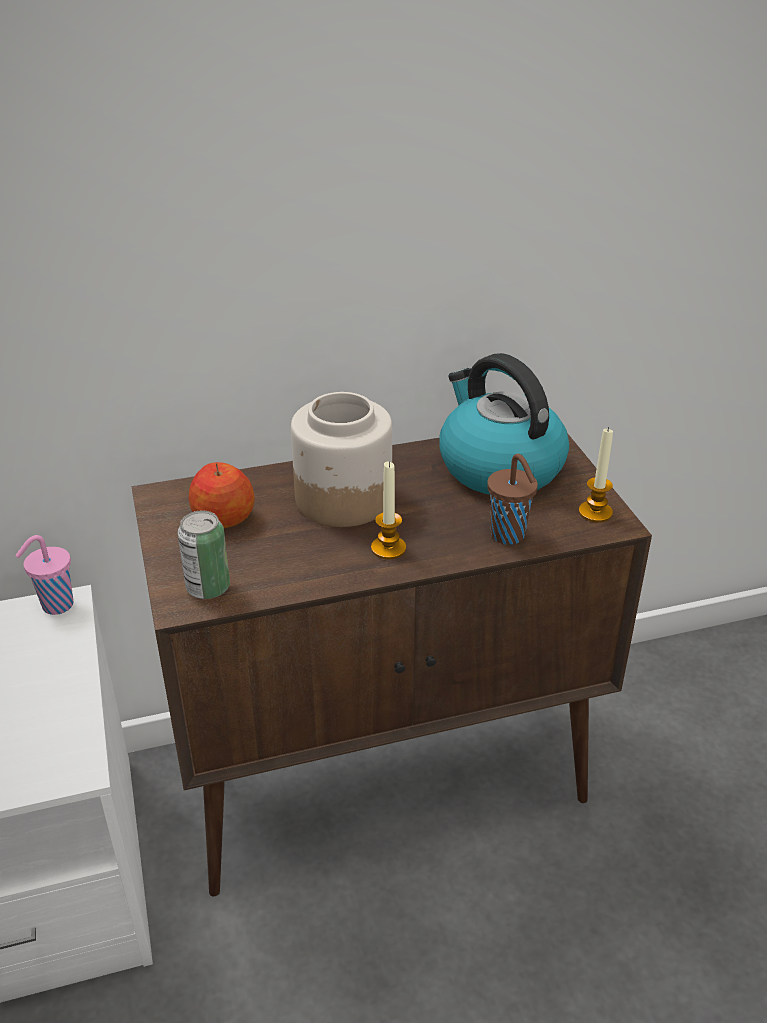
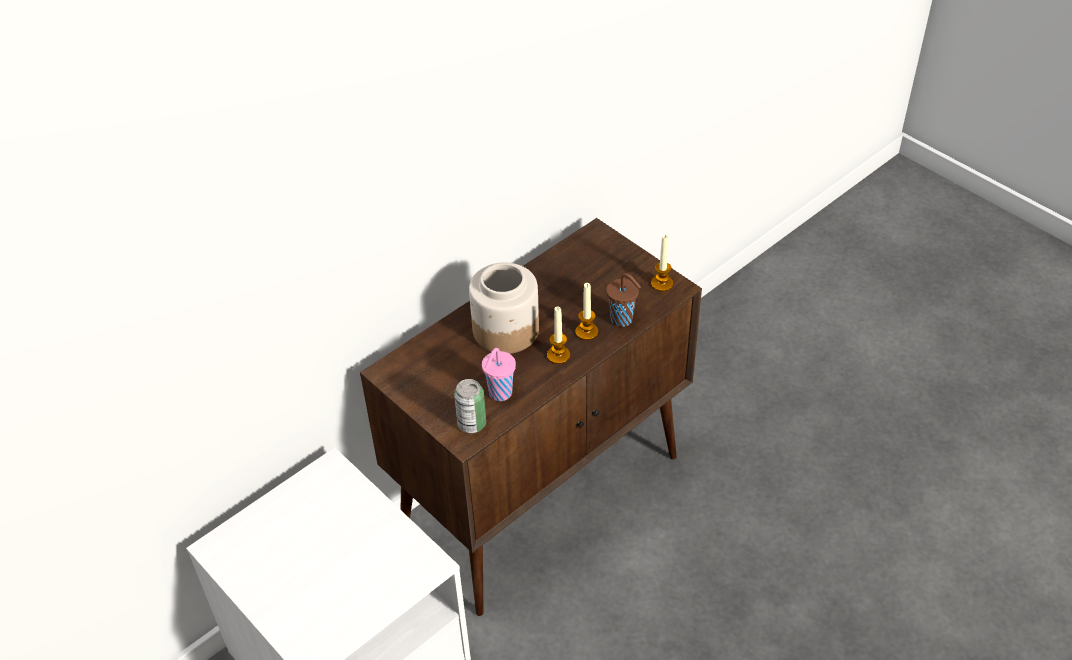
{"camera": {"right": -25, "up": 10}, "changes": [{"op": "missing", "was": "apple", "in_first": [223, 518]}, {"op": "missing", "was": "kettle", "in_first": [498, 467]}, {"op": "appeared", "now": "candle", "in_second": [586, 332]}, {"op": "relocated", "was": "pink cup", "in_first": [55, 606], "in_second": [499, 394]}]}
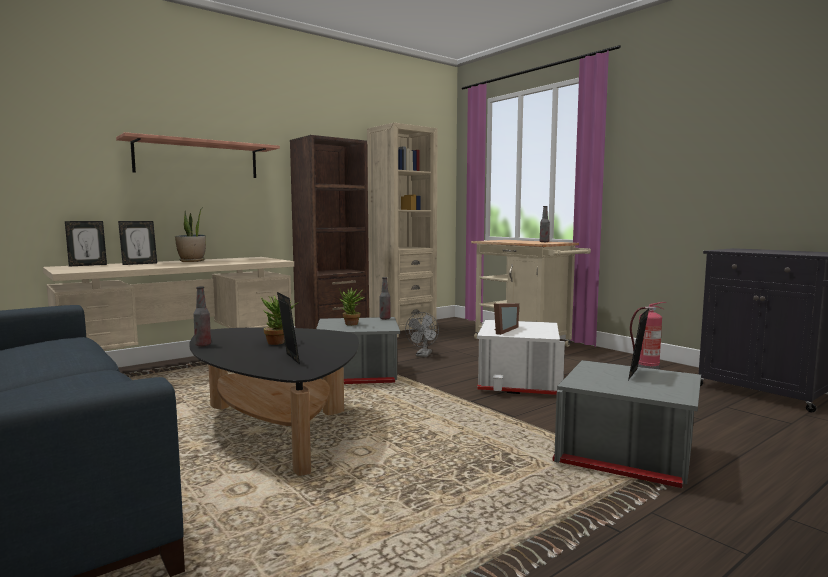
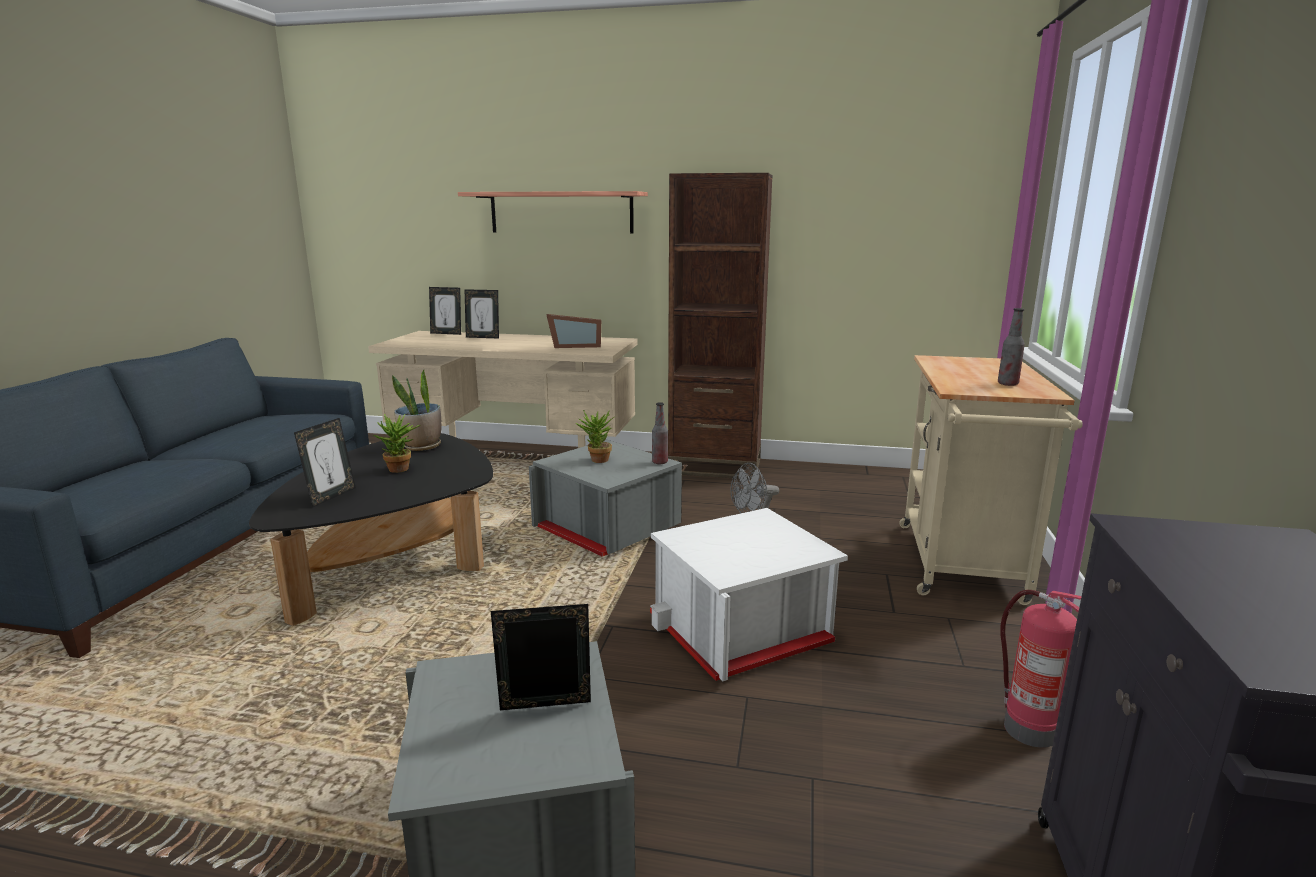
{"camera": {"right": 50, "up": 10}, "changes": [{"op": "missing", "was": "bottle", "in_first": [203, 345]}, {"op": "missing", "was": "beige bookcase", "in_first": [402, 330]}, {"op": "relocated", "was": "potted plant", "in_first": [192, 261], "in_second": [421, 446]}, {"op": "relocated", "was": "picture frame", "in_first": [502, 330], "in_second": [575, 346]}]}
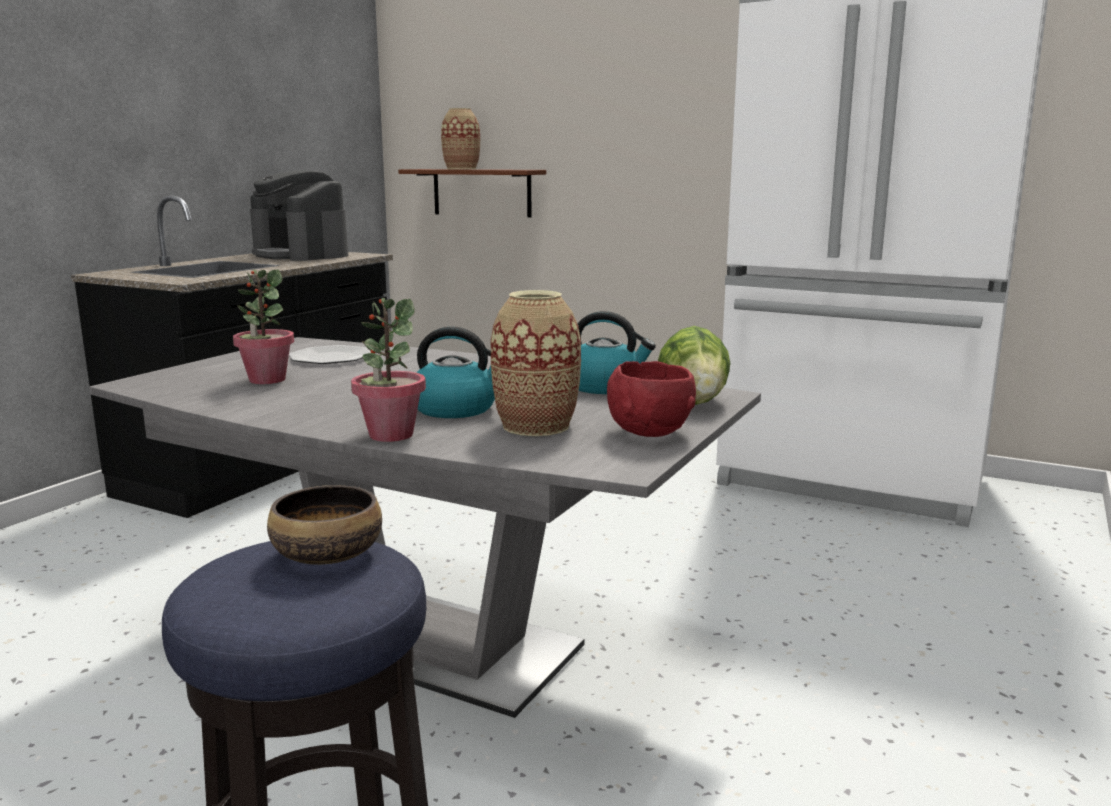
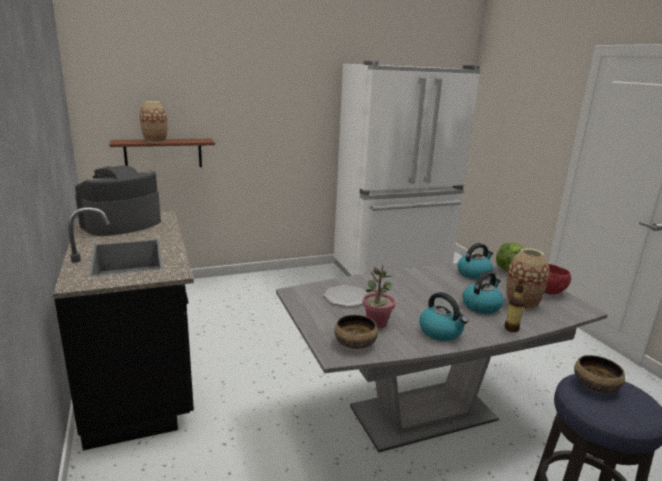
{"camera": {"right": -50, "up": 5}, "changes": [{"op": "appeared", "now": "bowl", "in_second": [355, 343]}, {"op": "appeared", "now": "kettle", "in_second": [441, 332]}, {"op": "exchanged", "was": "potted plant", "now": "bottle", "in_first": [390, 435], "in_second": [511, 329]}, {"op": "spun", "was": "coffee machine", "in_first": [301, 255], "in_second": [121, 224], "clockwise": 135}]}
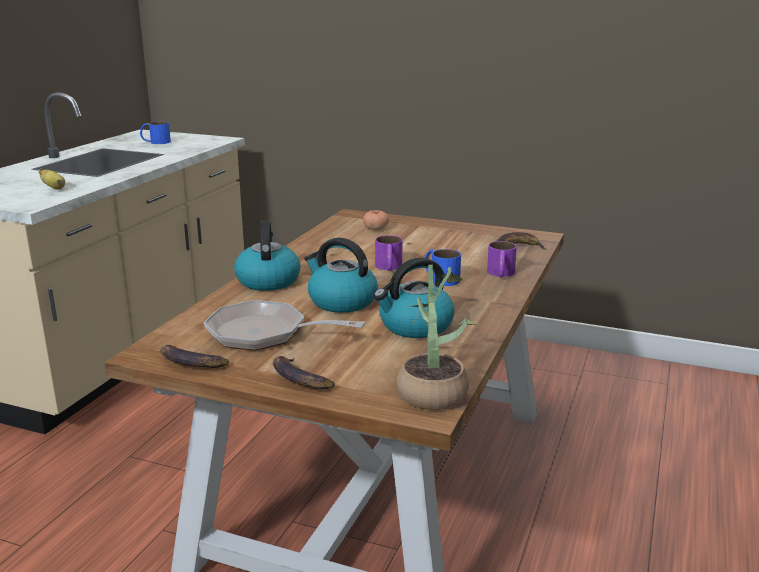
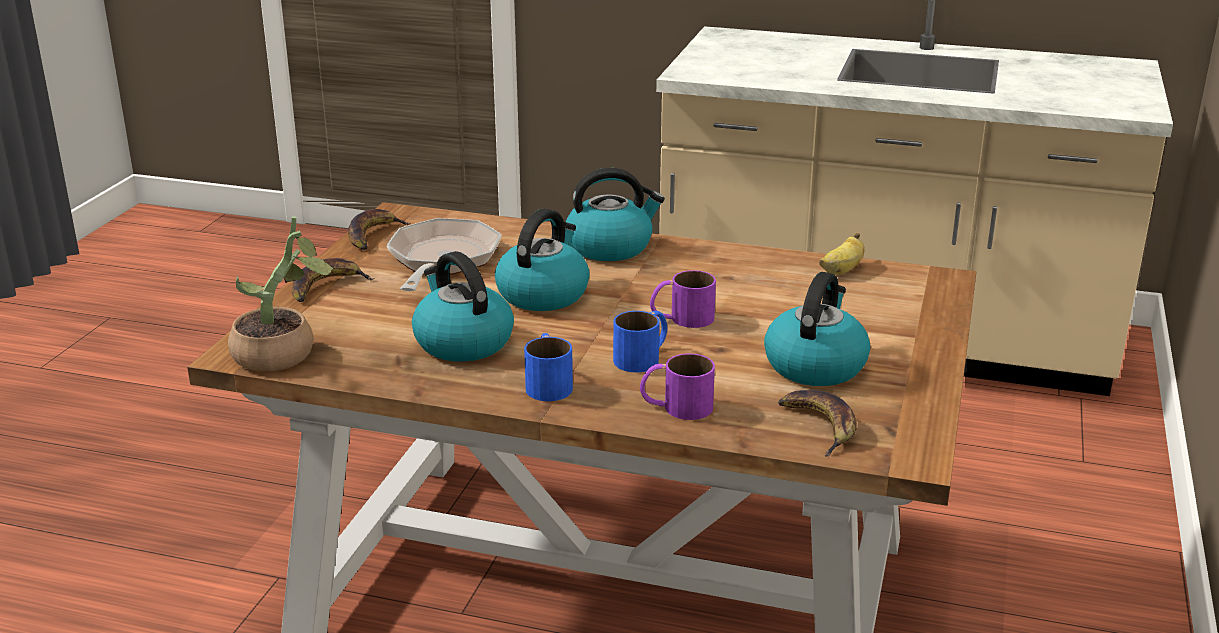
{"camera": {"right": 85, "up": 5}, "changes": [{"op": "missing", "was": "tomato", "in_first": [375, 228]}, {"op": "appeared", "now": "kettle", "in_second": [815, 365]}, {"op": "relocated", "was": "banana", "in_first": [55, 188], "in_second": [842, 270]}, {"op": "relocated", "was": "blue mug", "in_first": [155, 142], "in_second": [548, 383]}]}
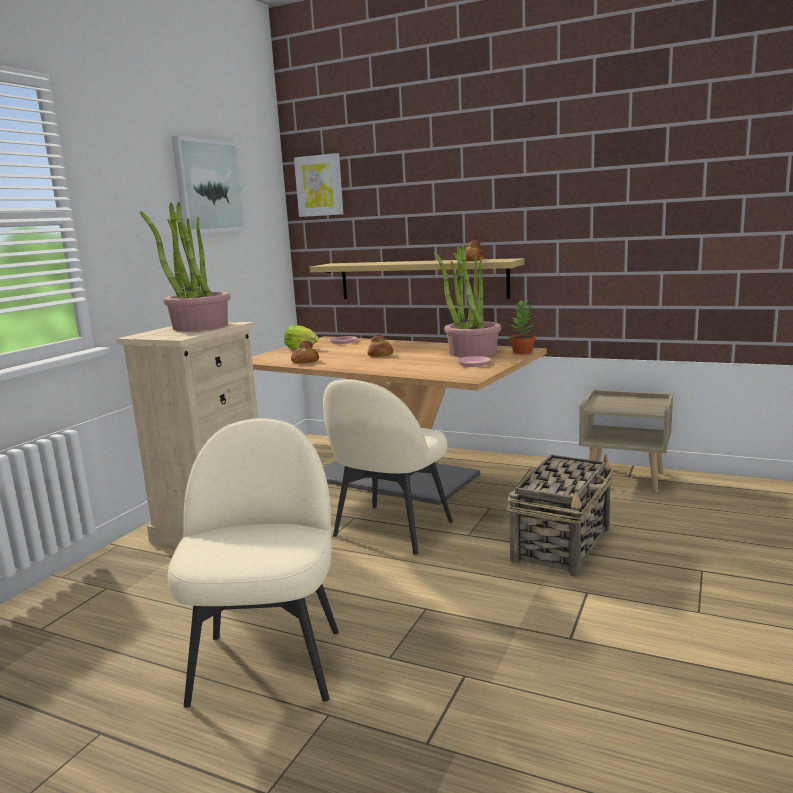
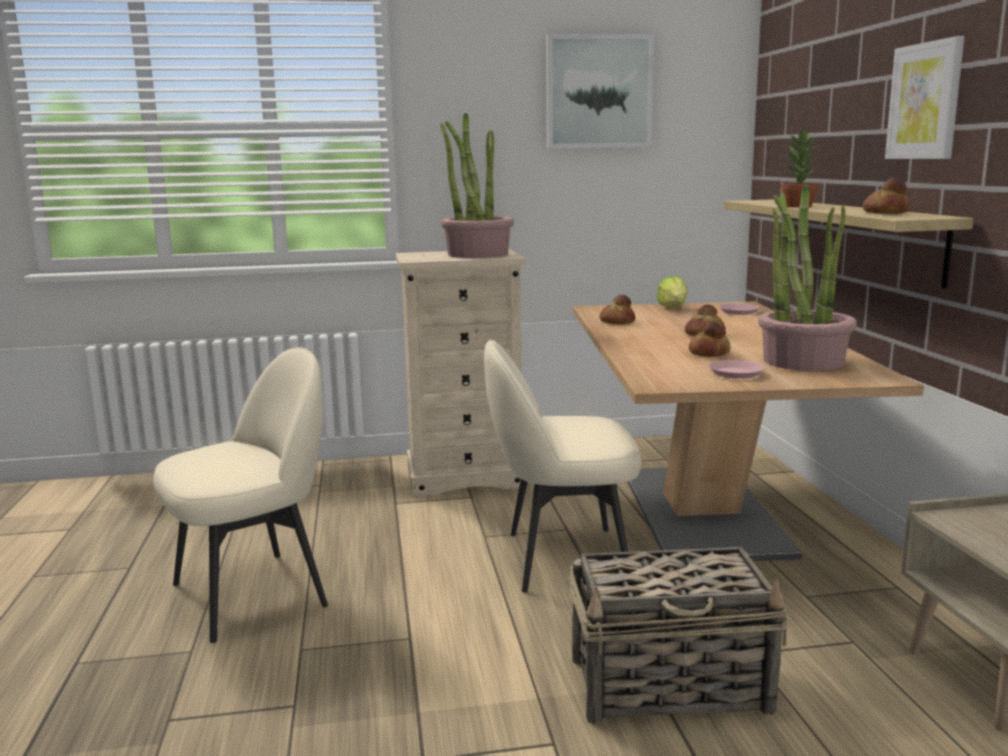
{"camera": {"right": 55, "up": 0}, "changes": [{"op": "appeared", "now": "bread", "in_second": [708, 353]}, {"op": "relocated", "was": "picture", "in_first": [319, 185], "in_second": [925, 101]}, {"op": "relocated", "was": "potted plant", "in_first": [522, 352], "in_second": [797, 206]}]}
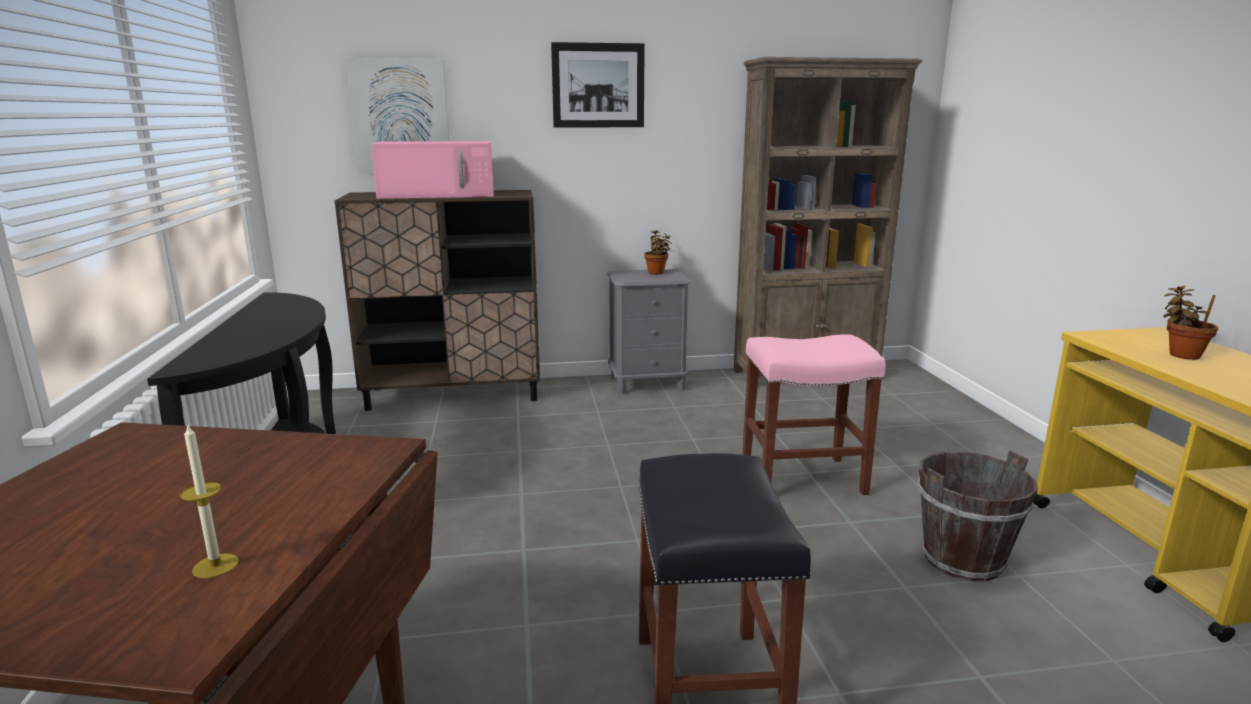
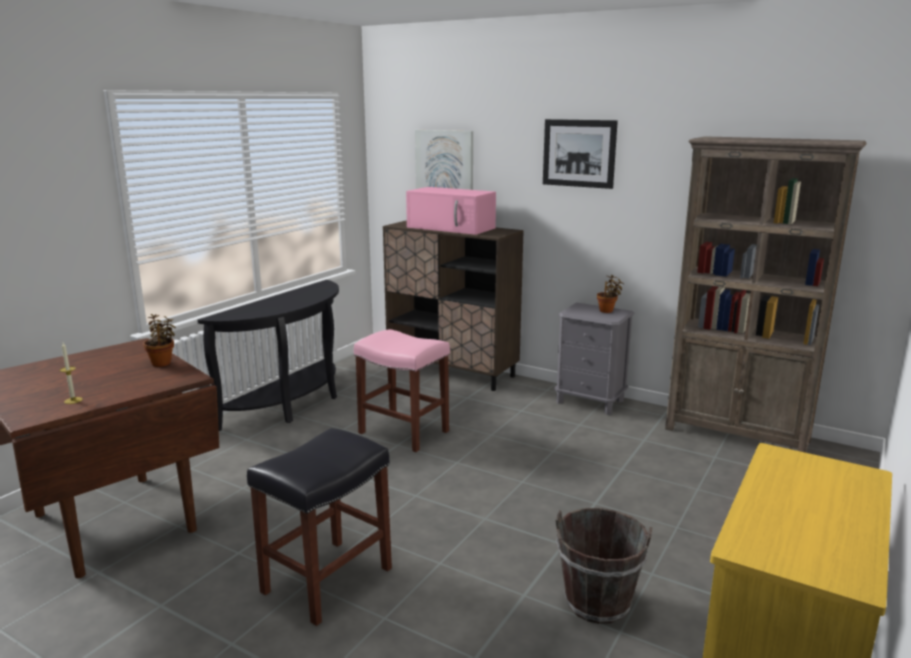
{"camera": {"right": 40, "up": 0}, "changes": [{"op": "relocated", "was": "pink stool", "in_first": [804, 477], "in_second": [405, 432]}, {"op": "relocated", "was": "potted plant", "in_first": [1180, 354], "in_second": [162, 363]}]}
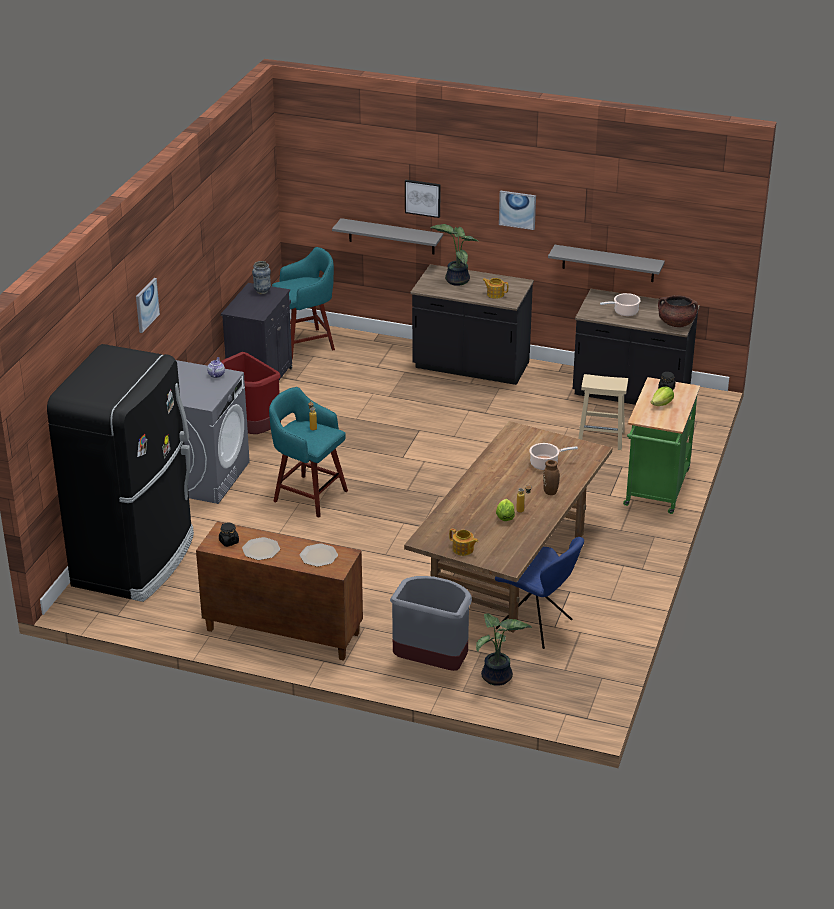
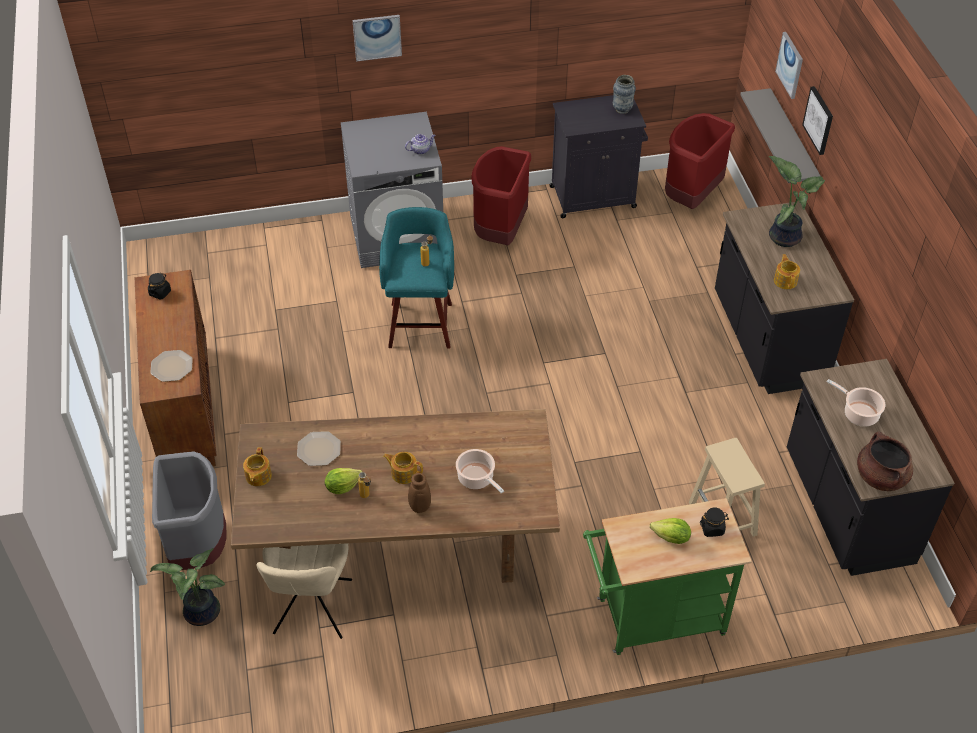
{"camera": {"right": 60, "up": 15}, "changes": [{"op": "missing", "was": "black fridge", "in_first": [136, 560]}, {"op": "missing", "was": "grey shelf", "in_first": [608, 263]}, {"op": "appeared", "now": "teapot", "in_second": [404, 473]}, {"op": "relocated", "was": "plate", "in_first": [261, 549], "in_second": [319, 449]}, {"op": "relocated", "was": "picture", "in_first": [517, 209], "in_second": [790, 65]}, {"op": "exchanged", "was": "turquoise stool", "now": "red trash can", "in_first": [306, 343], "in_second": [691, 196]}, {"op": "colour", "was": "blue chair", "now": "beige chair", "in_first": [536, 625], "in_second": [312, 609]}]}
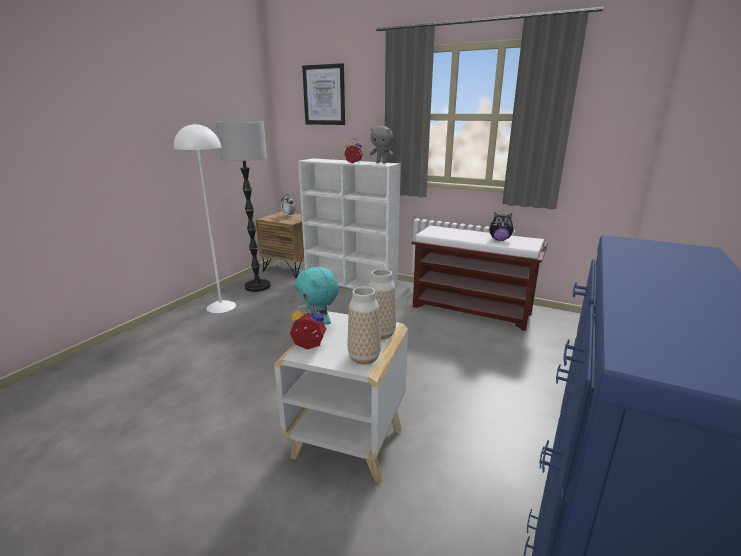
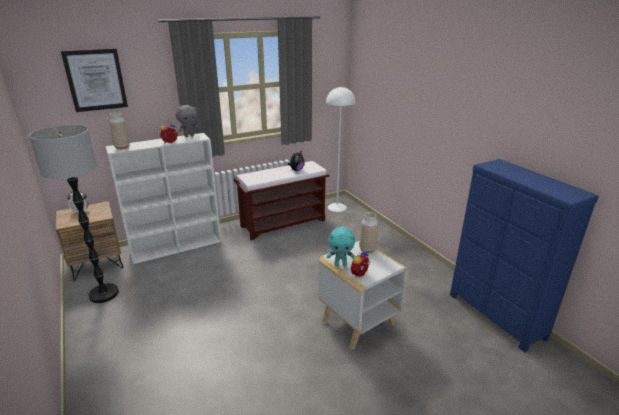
{"camera": {"right": -55, "up": 5}, "changes": [{"op": "relocated", "was": "white floor lamp", "in_first": [221, 306], "in_second": [337, 207]}, {"op": "relocated", "was": "vase", "in_first": [364, 358], "in_second": [122, 147]}]}
